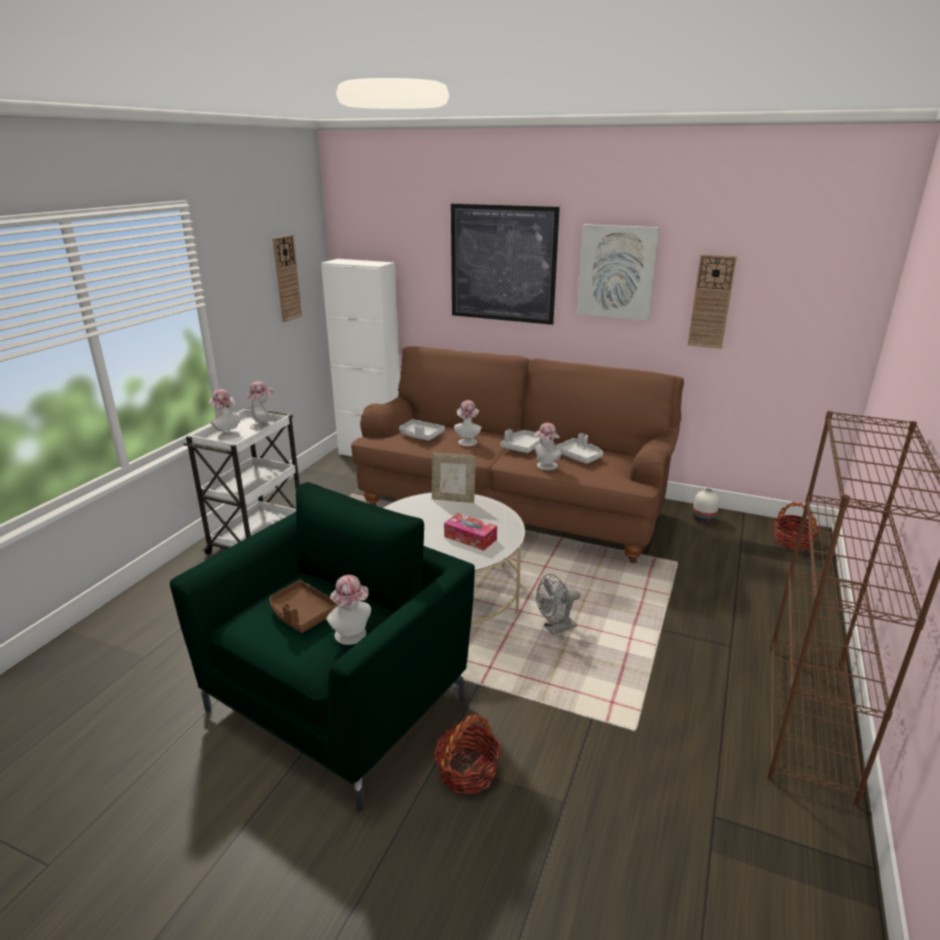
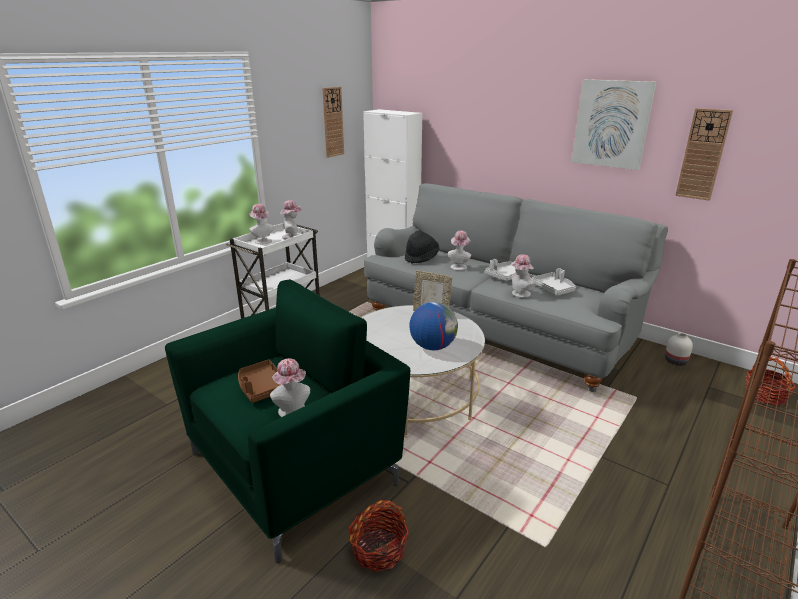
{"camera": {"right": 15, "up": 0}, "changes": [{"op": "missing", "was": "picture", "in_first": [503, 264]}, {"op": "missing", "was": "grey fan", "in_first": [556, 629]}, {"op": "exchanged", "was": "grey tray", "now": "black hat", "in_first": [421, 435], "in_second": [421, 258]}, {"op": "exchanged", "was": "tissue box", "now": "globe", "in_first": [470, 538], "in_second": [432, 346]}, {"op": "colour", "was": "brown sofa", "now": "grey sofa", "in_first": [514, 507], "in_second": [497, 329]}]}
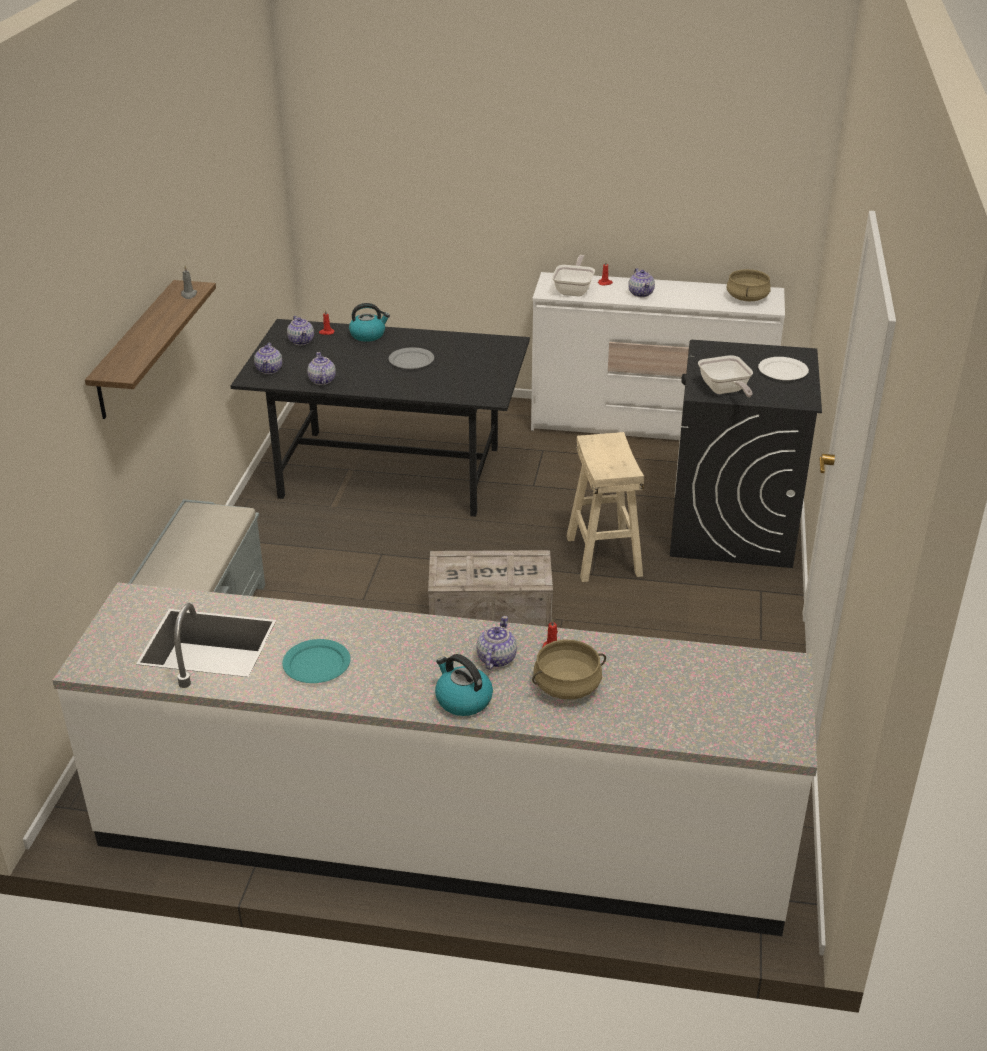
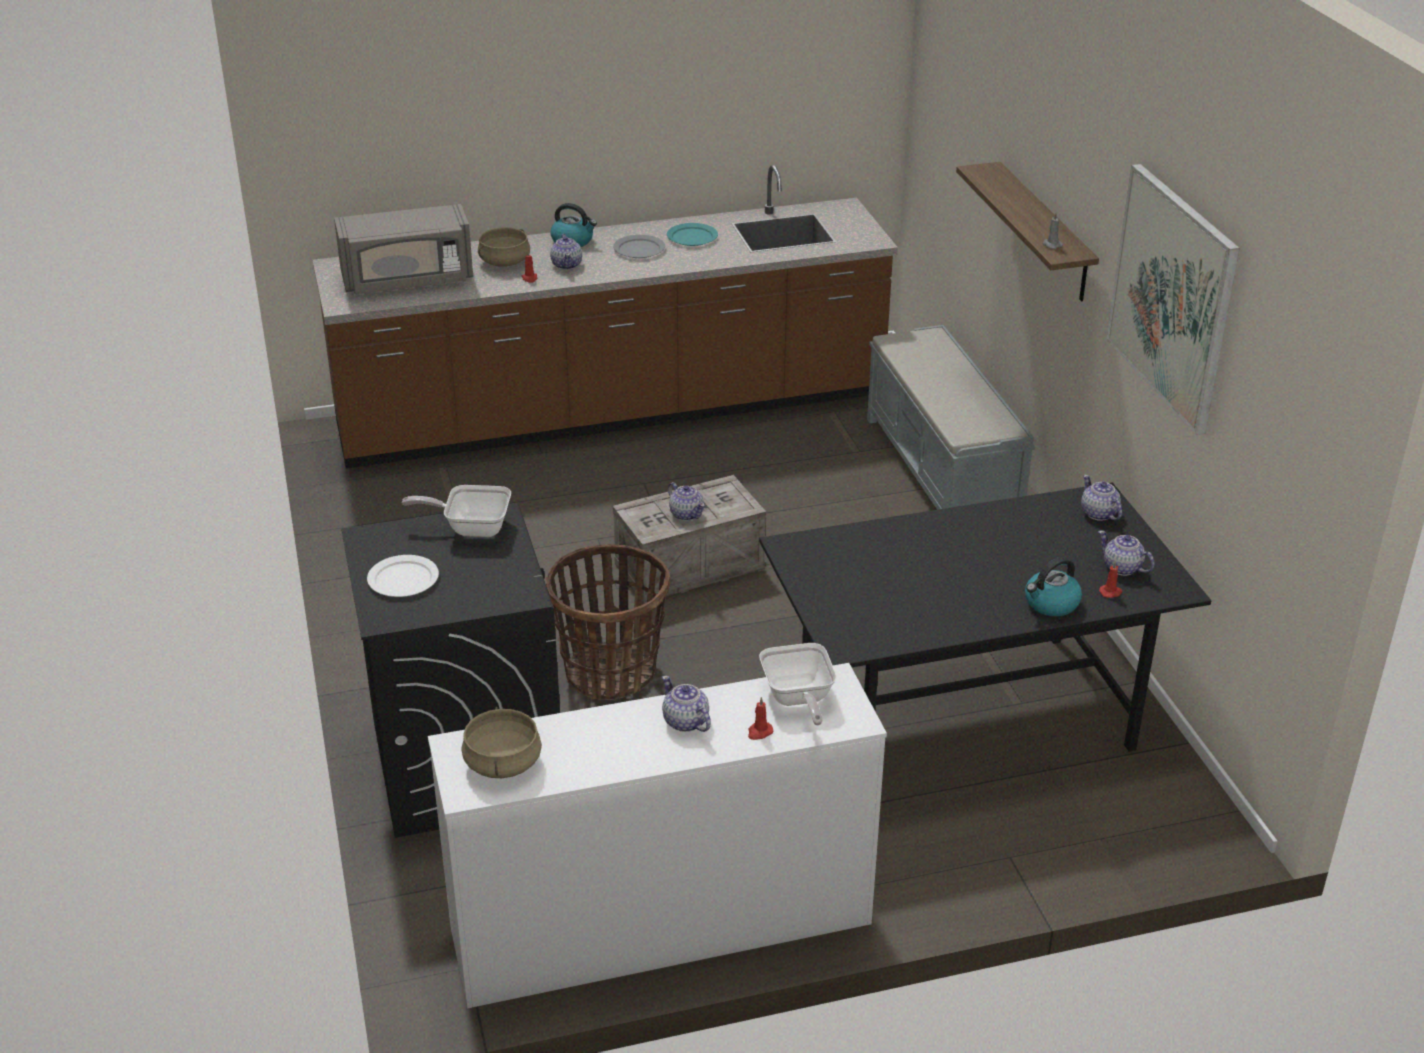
{"camera": {"right": 155, "up": 0}, "changes": [{"op": "appeared", "now": "grey microwave", "in_second": [408, 280]}, {"op": "appeared", "now": "picture", "in_second": [1172, 297]}, {"op": "relocated", "was": "teapot", "in_first": [322, 380], "in_second": [686, 514]}, {"op": "relocated", "was": "grey plate", "in_first": [411, 361], "in_second": [638, 249]}, {"op": "exchanged", "was": "beige stool", "now": "basket", "in_first": [604, 556], "in_second": [611, 673]}, {"op": "colour", "was": "white counter", "now": "brown counter", "in_first": [442, 833], "in_second": [612, 413]}, {"op": "spun", "was": "frying pan", "in_first": [725, 391], "in_second": [471, 527], "clockwise": -45}]}
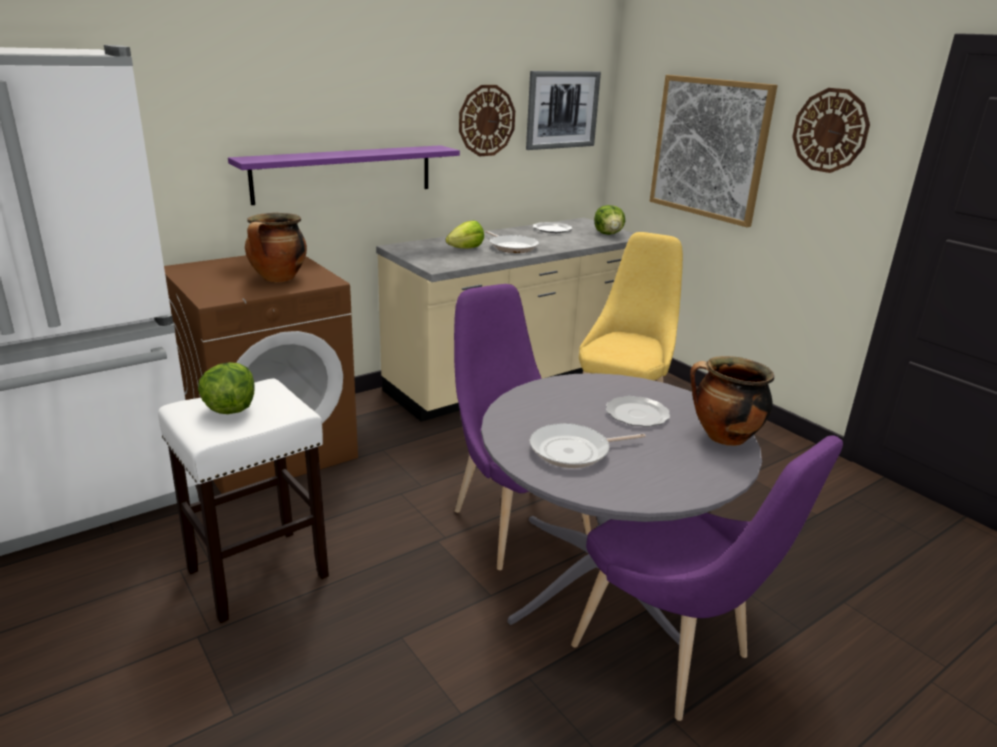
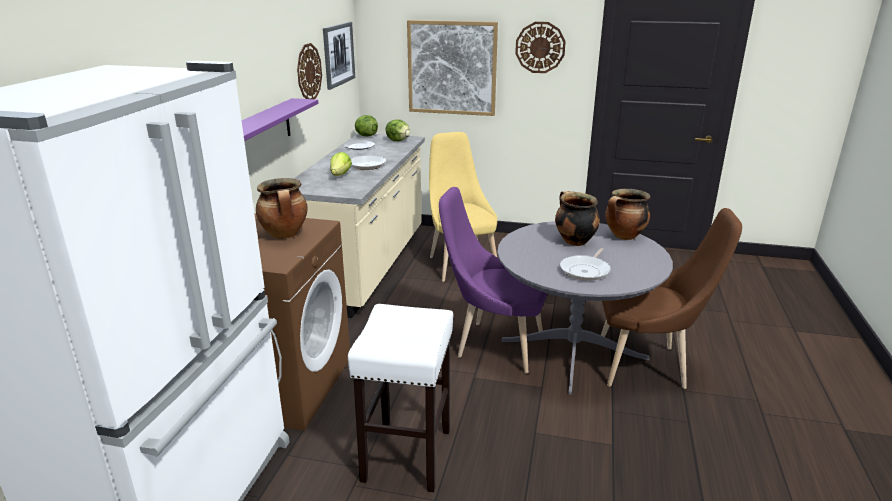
{"camera": {"right": -40, "up": 0}, "changes": [{"op": "relocated", "was": "lettuce", "in_first": [230, 409], "in_second": [366, 136]}, {"op": "exchanged", "was": "plate", "now": "cooking pot", "in_first": [636, 413], "in_second": [574, 241]}, {"op": "colour", "was": "purple chair", "now": "brown chair", "in_first": [671, 657], "in_second": [647, 366]}]}
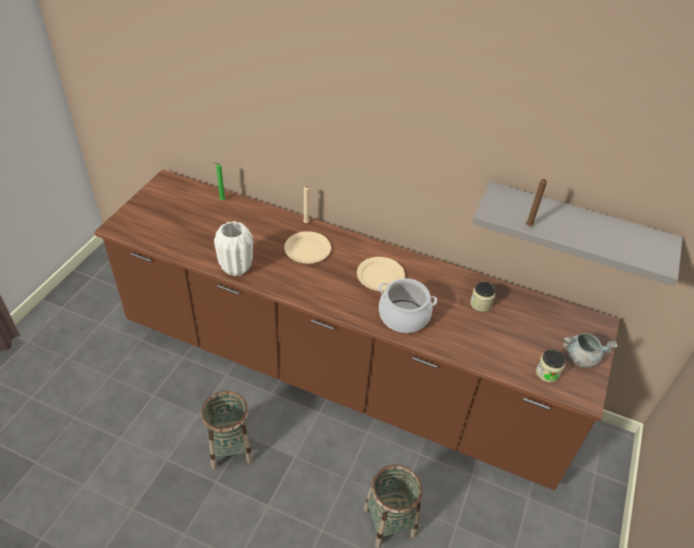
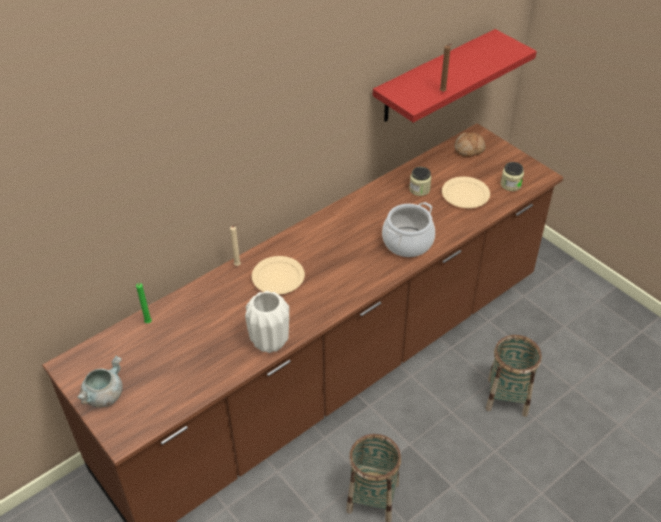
{"camera": {"right": -60, "up": 0}, "changes": [{"op": "appeared", "now": "bread", "in_second": [469, 150]}, {"op": "relocated", "was": "beige plate", "in_first": [380, 275], "in_second": [465, 194]}, {"op": "relocated", "was": "grey cooking pot", "in_first": [581, 357], "in_second": [104, 395]}, {"op": "colour", "was": "grey shelf", "now": "red shelf", "in_first": [575, 227], "in_second": [434, 76]}]}
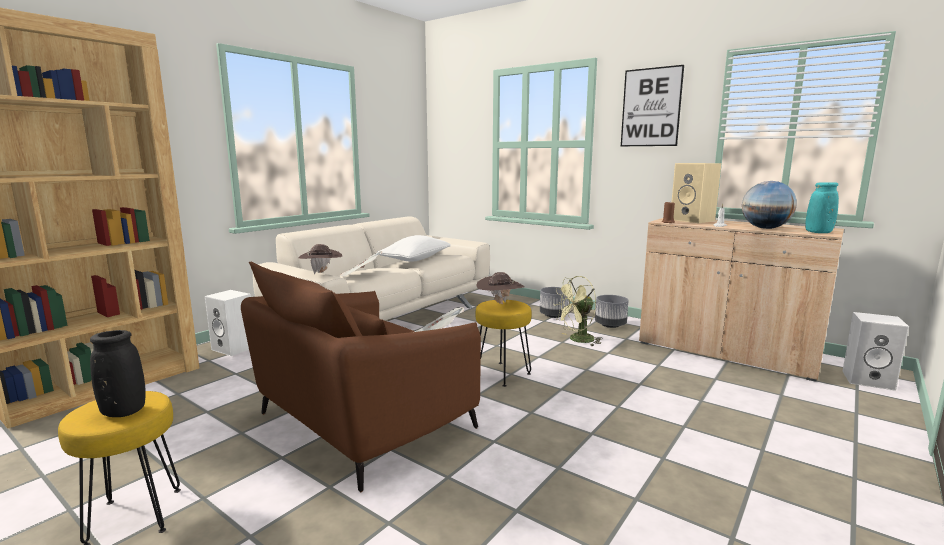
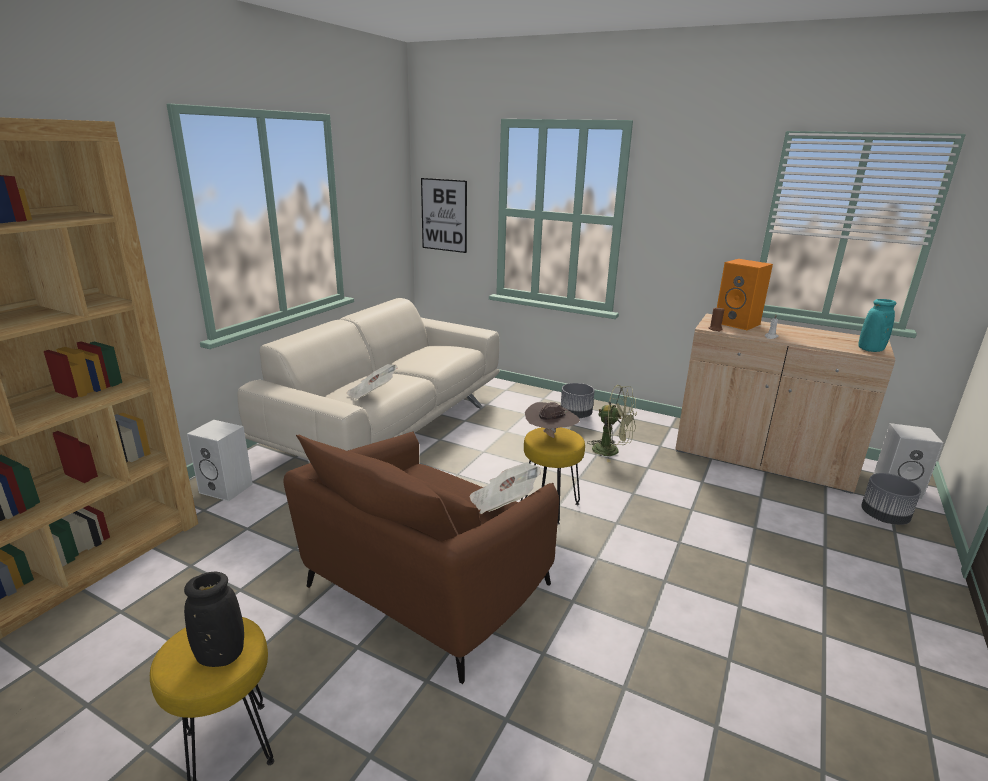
{"camera": {"right": -10, "up": 10}, "changes": [{"op": "missing", "was": "brown hat", "in_first": [321, 273]}, {"op": "missing", "was": "white pillow", "in_first": [415, 259]}, {"op": "missing", "was": "globe", "in_first": [765, 228]}, {"op": "relocated", "was": "grey planter", "in_first": [610, 325], "in_second": [883, 517]}, {"op": "relocated", "was": "picture", "in_first": [651, 107], "in_second": [444, 215]}, {"op": "colour", "was": "beige speaker", "now": "orange speaker", "in_first": [693, 220], "in_second": [738, 323]}, {"op": "spun", "was": "green fan", "in_first": [577, 340], "in_second": [611, 451], "clockwise": -120}]}
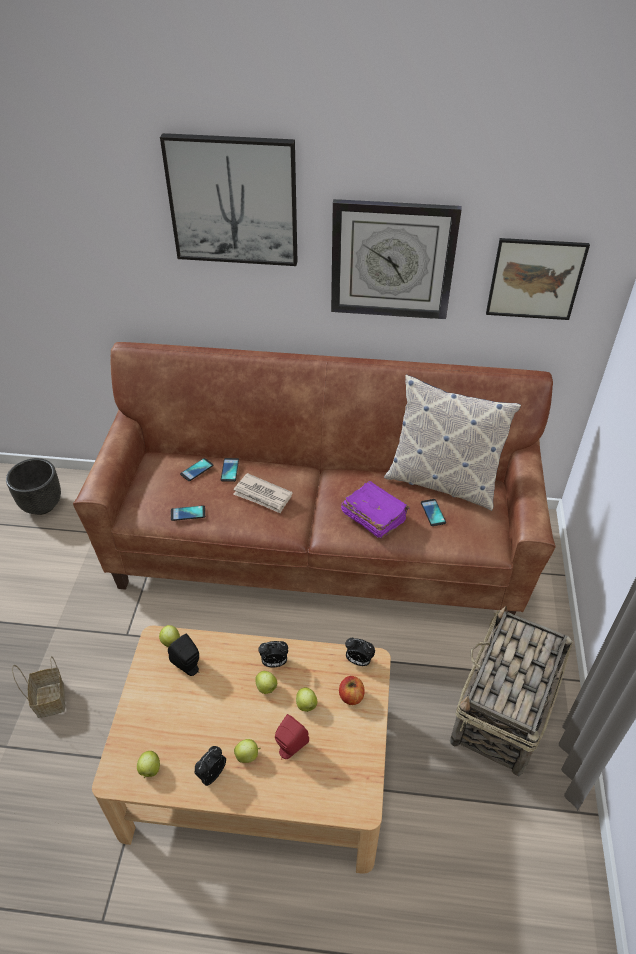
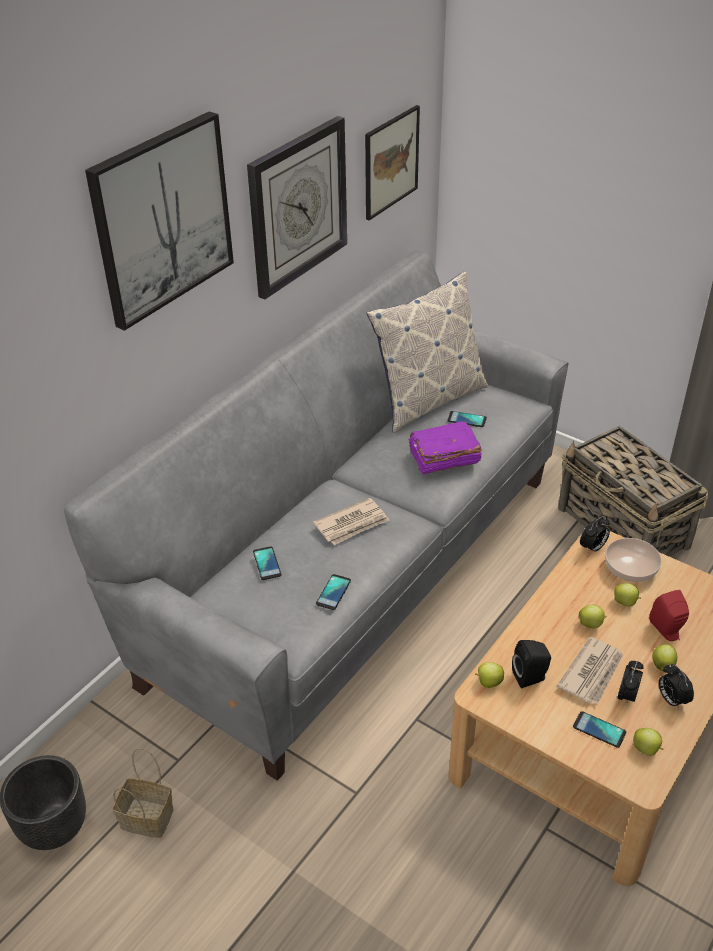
{"camera": {"right": -60, "up": -5}, "changes": [{"op": "appeared", "now": "newspaper", "in_second": [592, 673]}, {"op": "relocated", "was": "basket", "in_first": [49, 699], "in_second": [145, 819]}, {"op": "relocated", "was": "phone", "in_first": [229, 470], "in_second": [599, 730]}, {"op": "relocated", "was": "alarm clock", "in_first": [274, 663], "in_second": [627, 696]}, {"op": "exchanged", "was": "apple", "now": "bowl", "in_first": [351, 696], "in_second": [630, 568]}, {"op": "colour", "was": "brown sofa", "now": "grey sofa", "in_first": [317, 550], "in_second": [356, 575]}]}
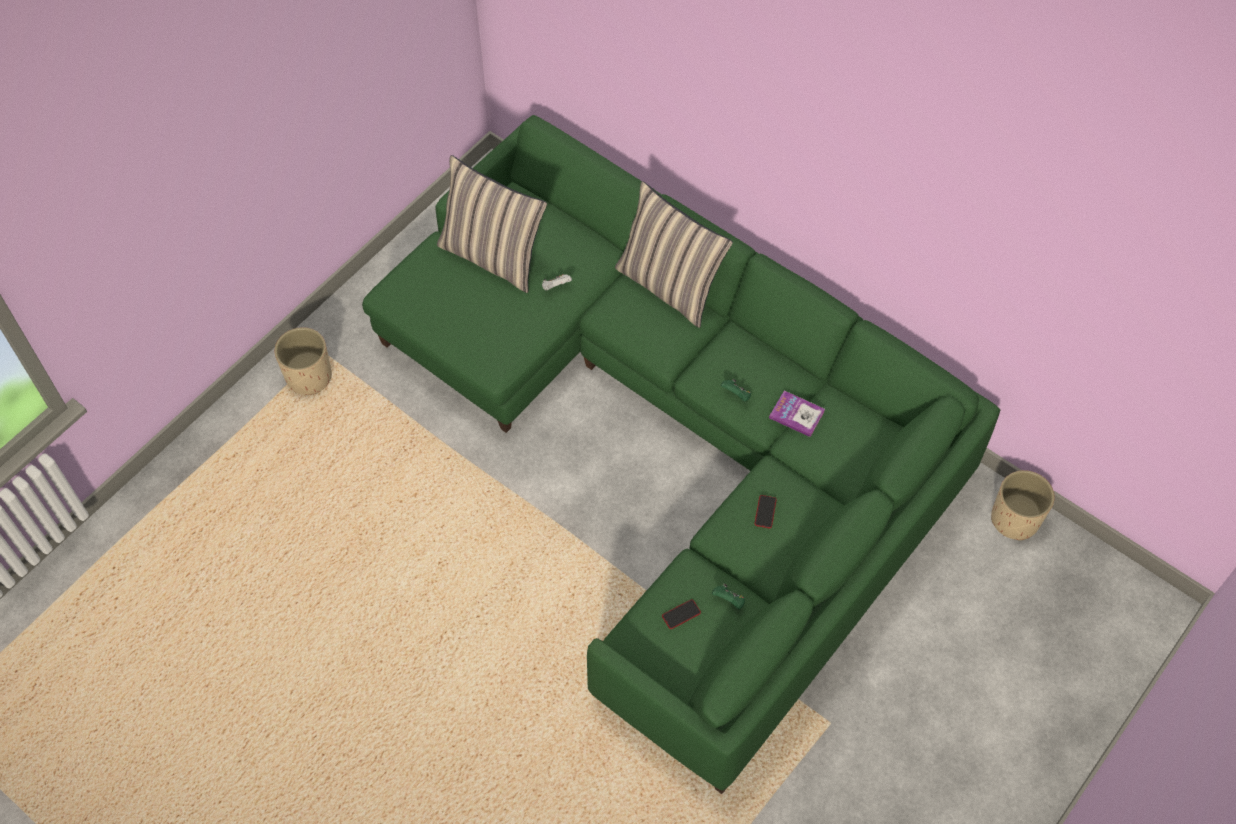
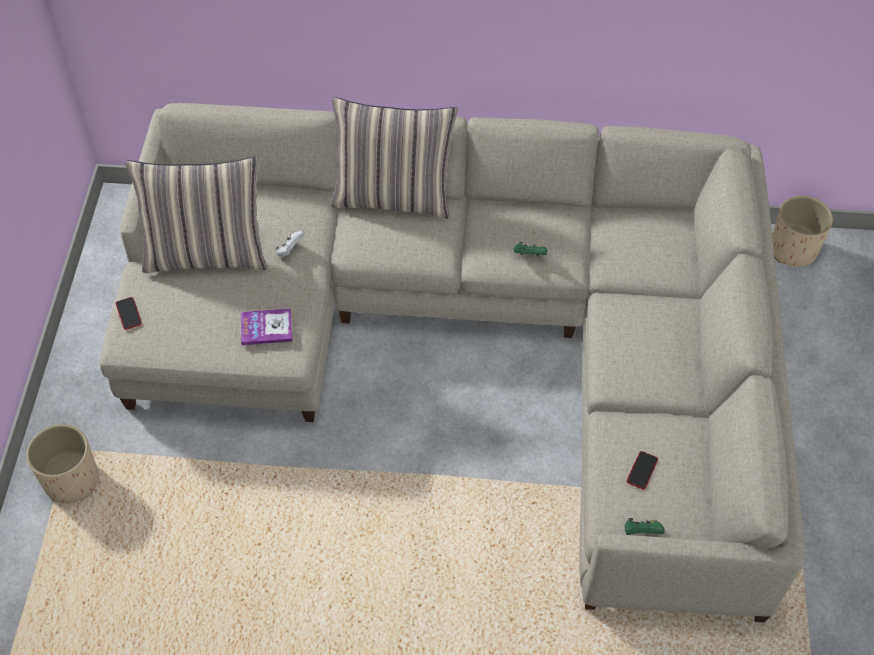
{"camera": {"right": -35, "up": -5}, "changes": [{"op": "relocated", "was": "green game controller", "in_first": [729, 600], "in_second": [641, 532]}, {"op": "relocated", "was": "phone", "in_first": [765, 512], "in_second": [128, 314]}, {"op": "relocated", "was": "book", "in_first": [796, 414], "in_second": [266, 328]}, {"op": "colour", "was": "green sofa", "now": "beige sofa", "in_first": [678, 438], "in_second": [474, 338]}]}
